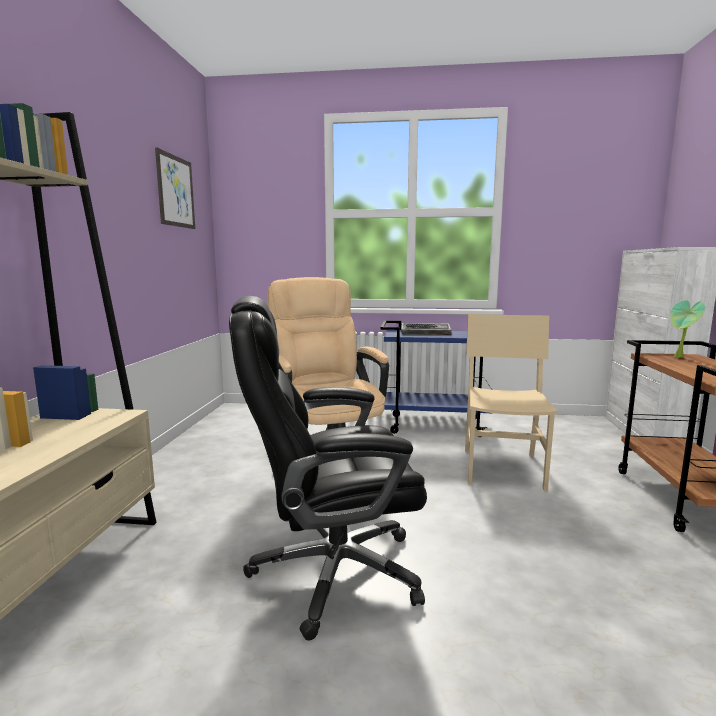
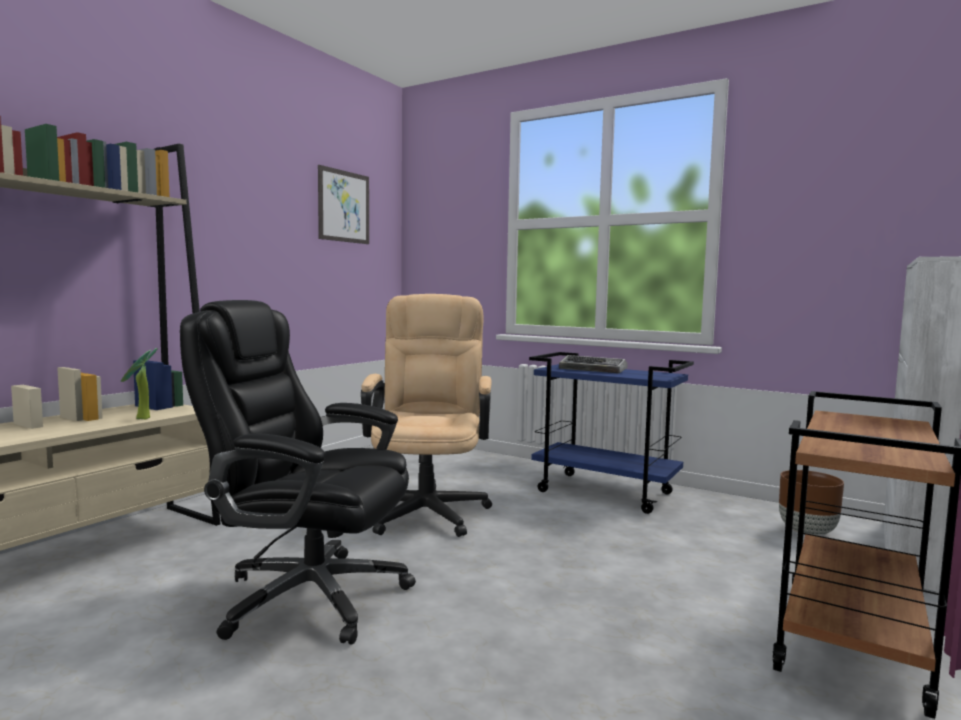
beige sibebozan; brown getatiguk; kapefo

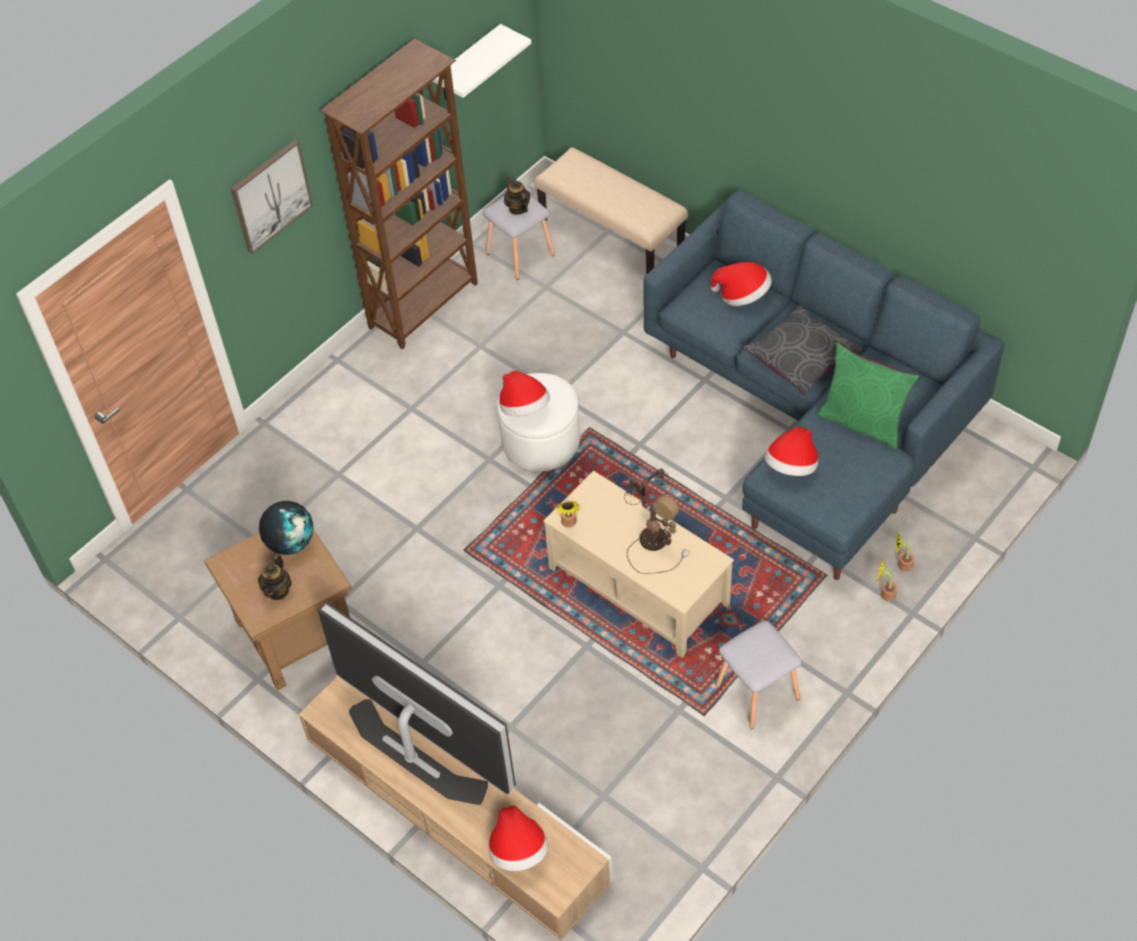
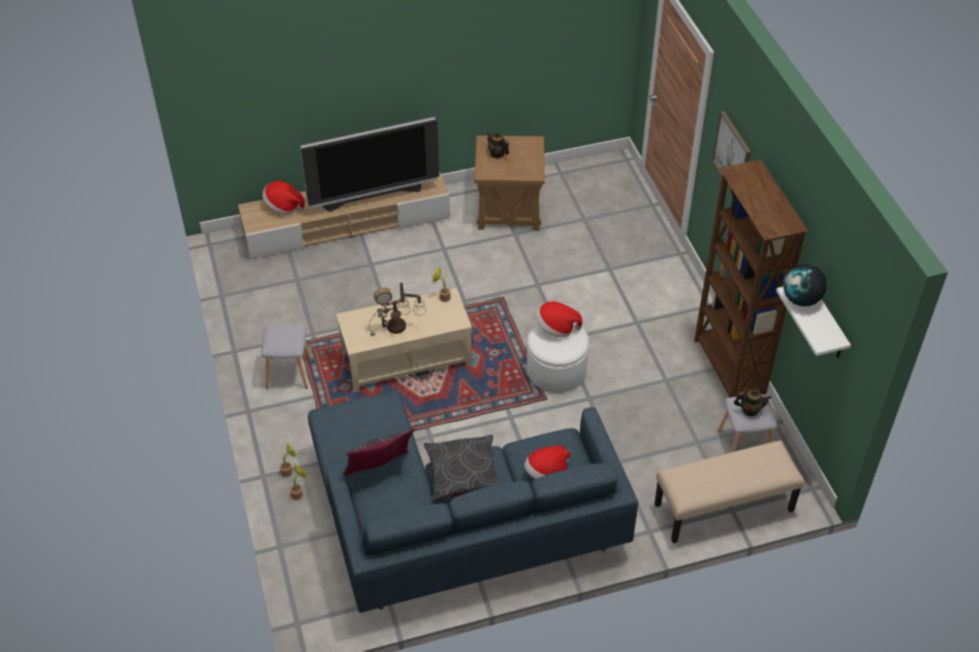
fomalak (4th from left in the first image); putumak; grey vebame (1st from left)

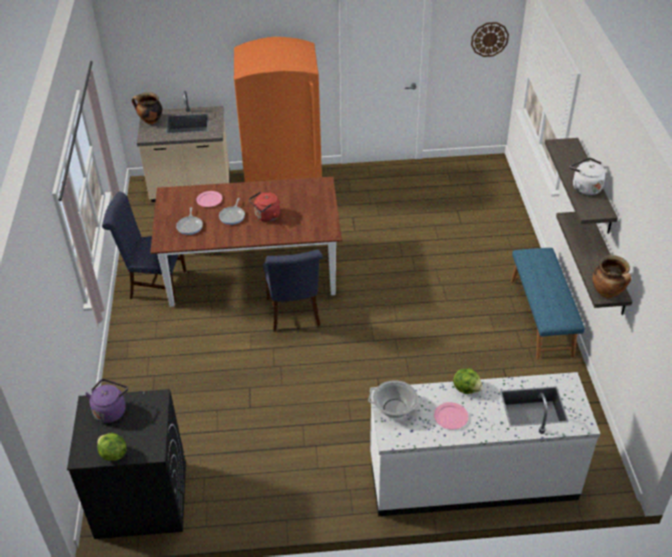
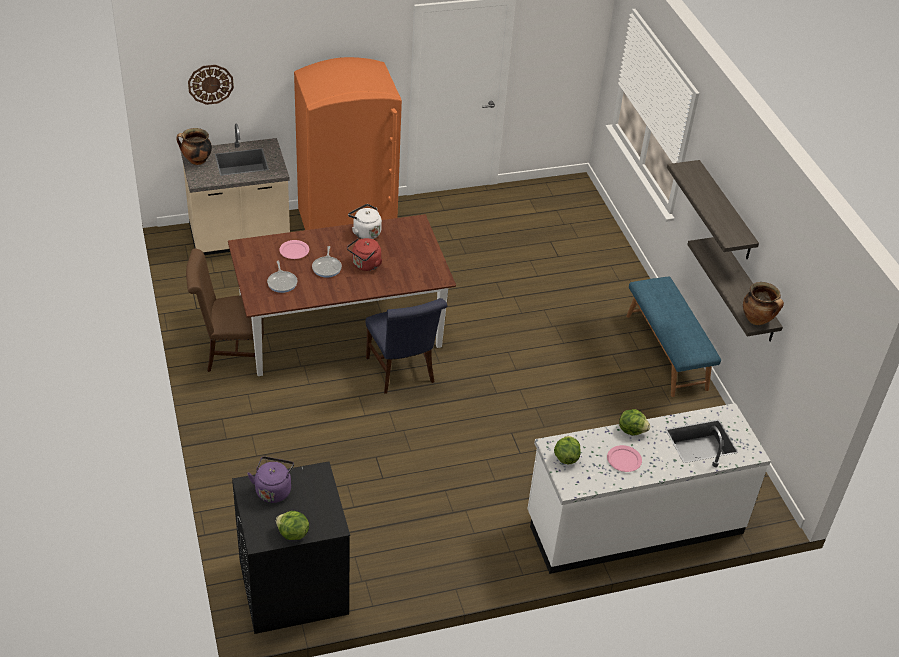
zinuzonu; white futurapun; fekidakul (2nd from left); brown sibebozan

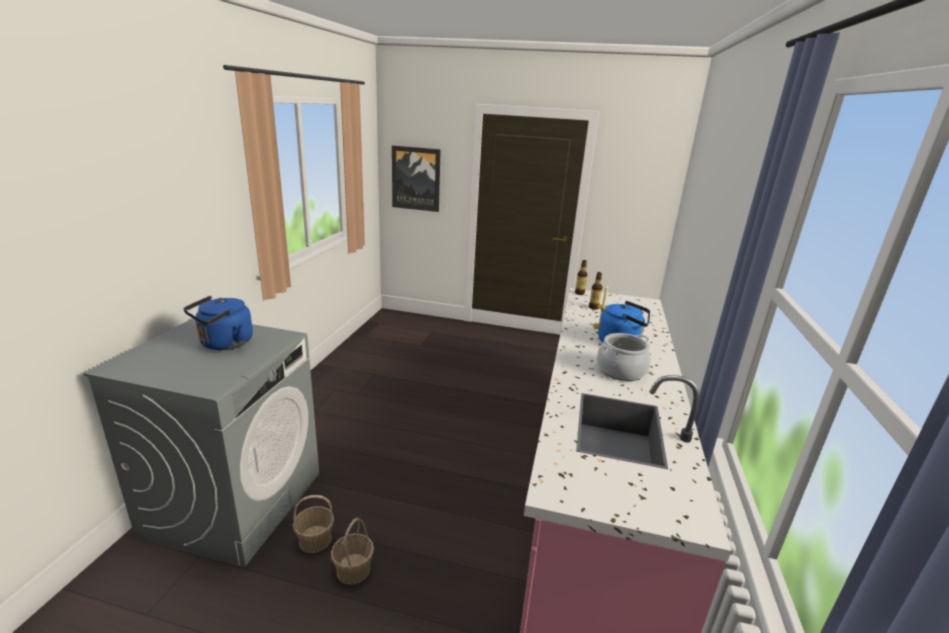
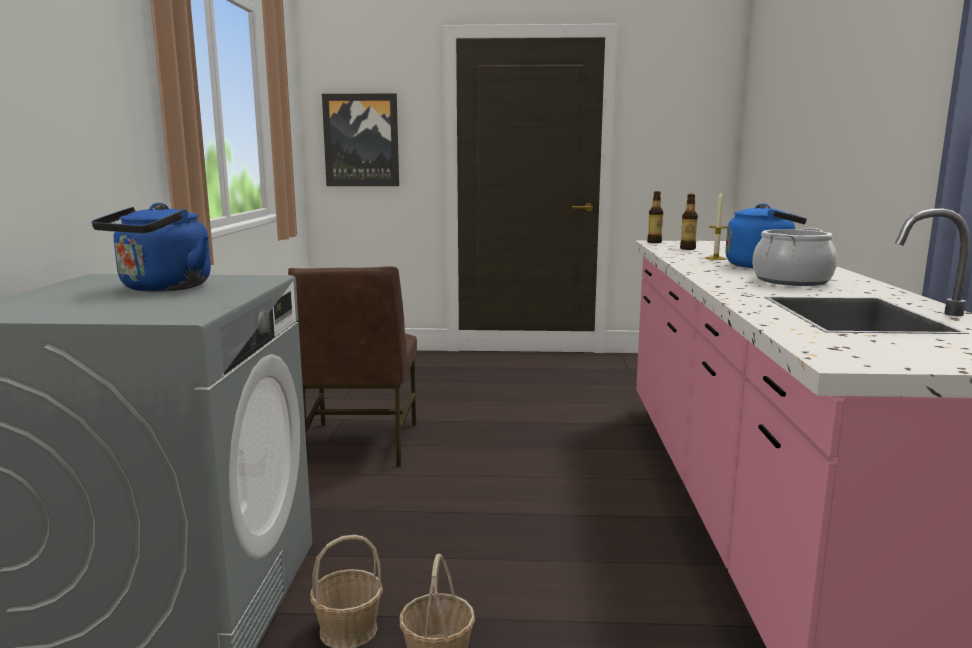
brown sibebozan

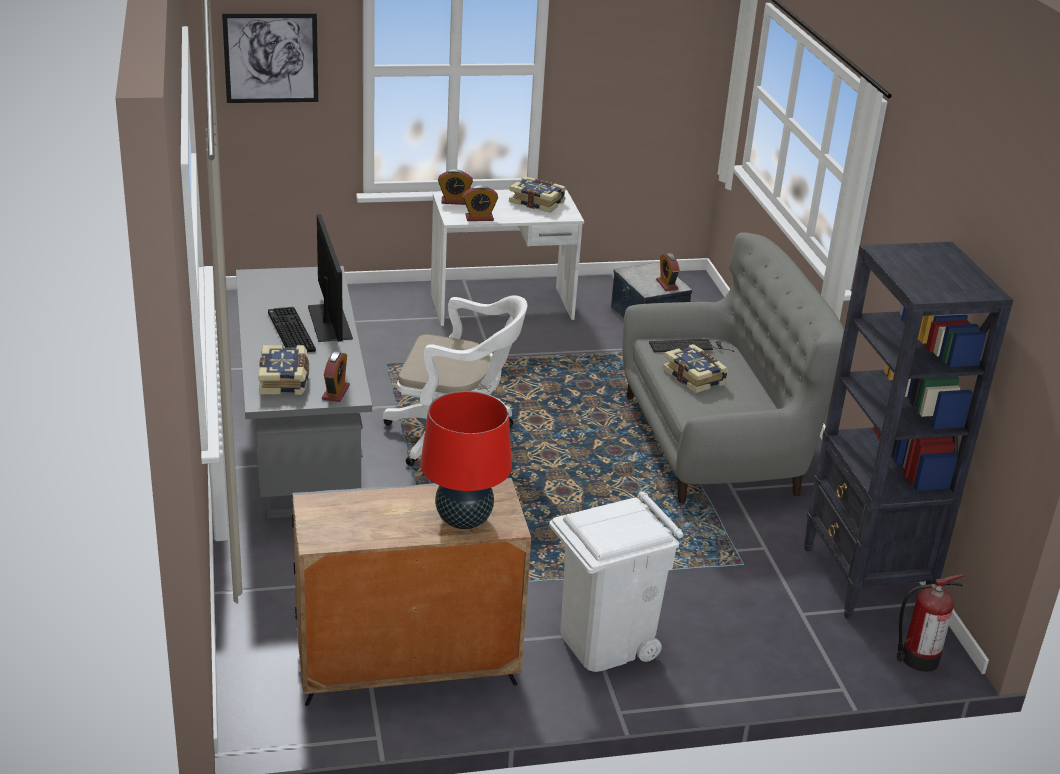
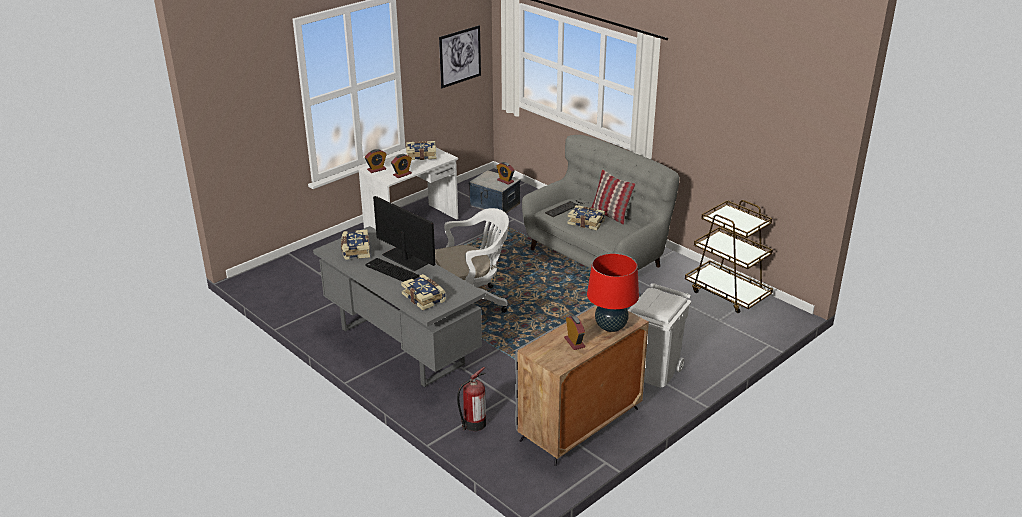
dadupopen (1st from left); vebame; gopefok; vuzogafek (4th from left); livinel; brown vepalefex

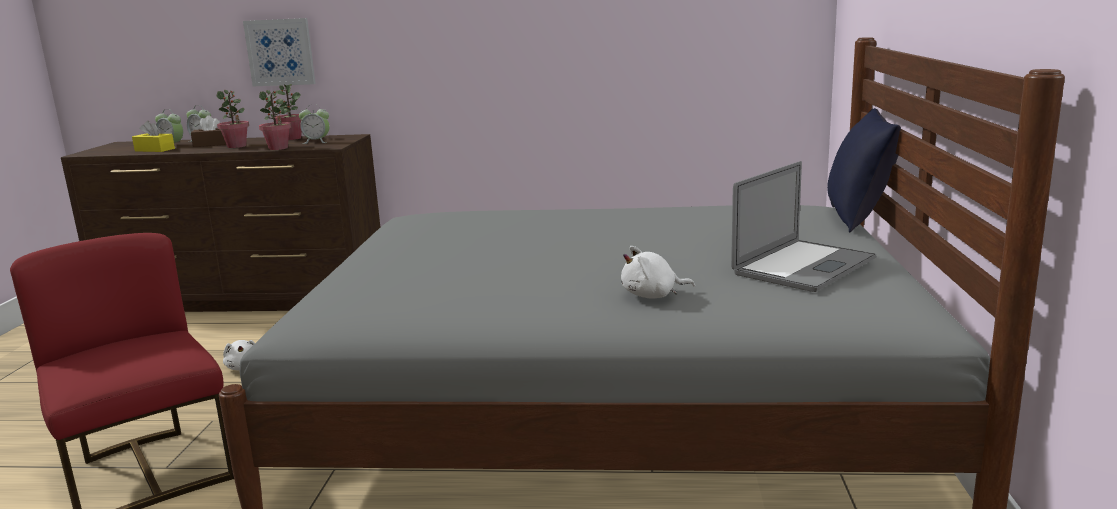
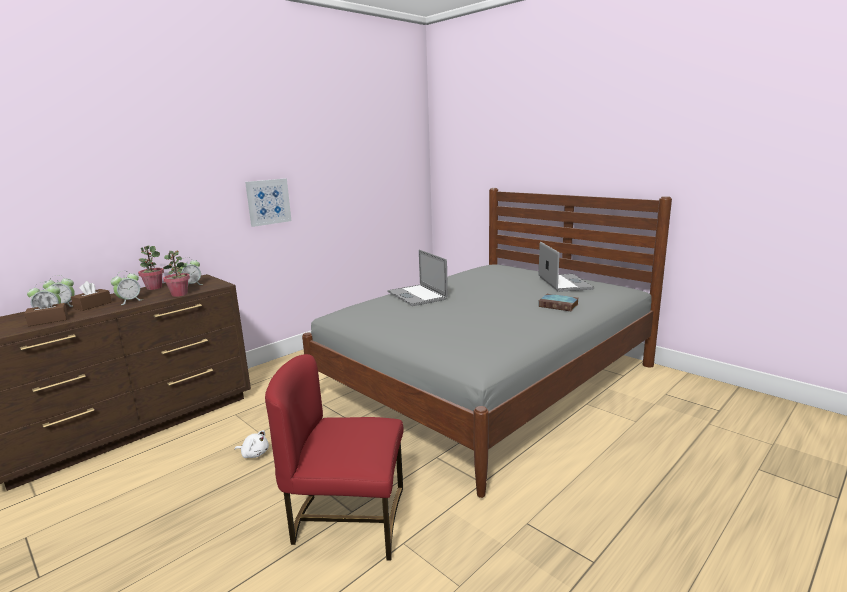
blue vebame; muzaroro (1st from left); gopefok; vuzogafek (3rd from left); dadupopen; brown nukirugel (1st from left)

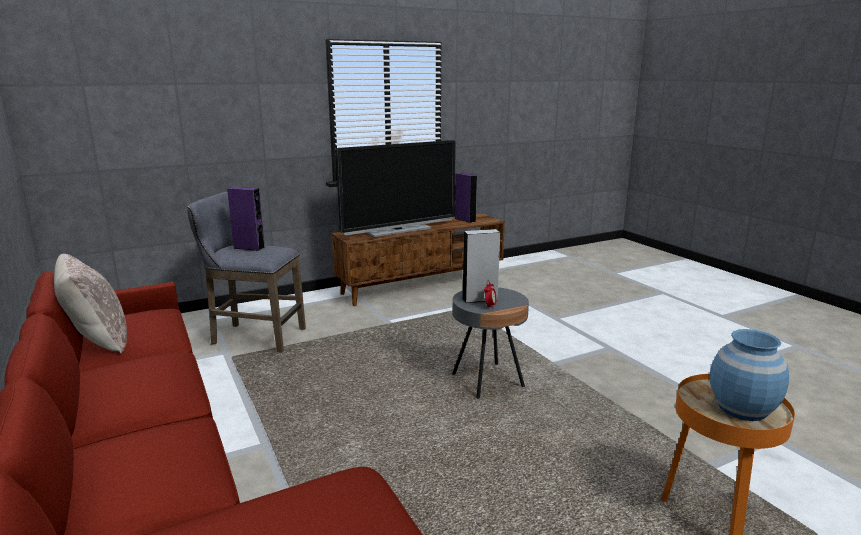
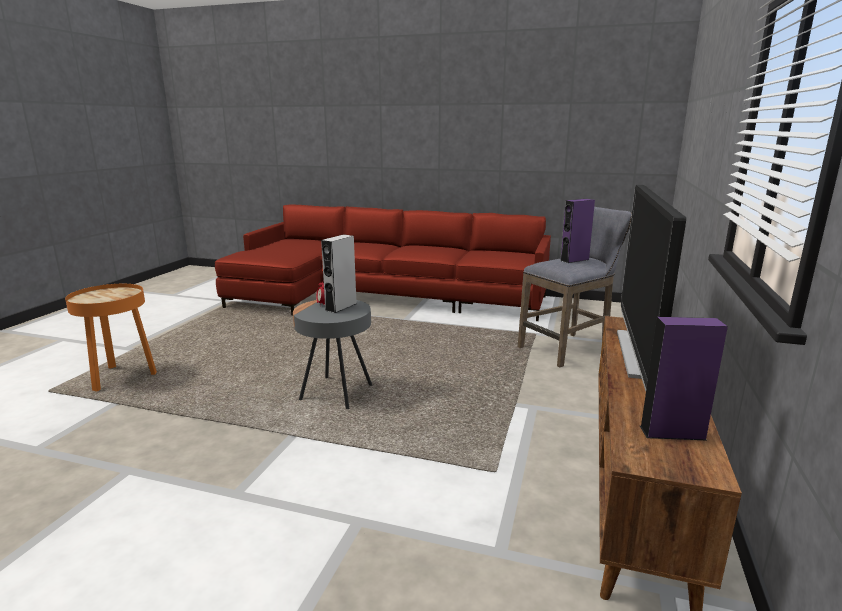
beige vebame; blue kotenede

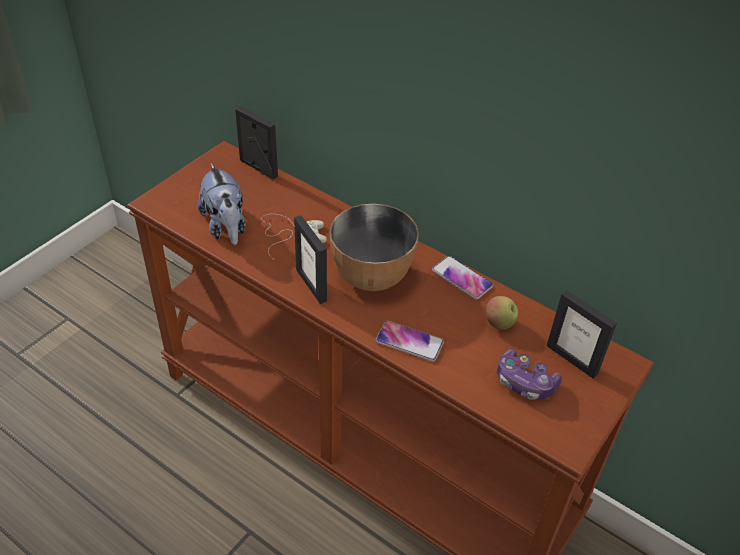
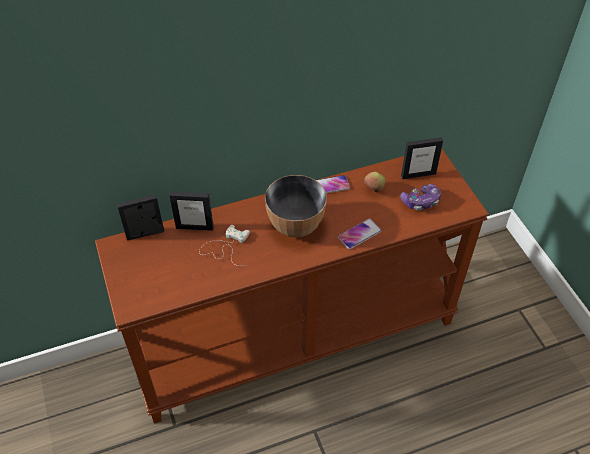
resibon; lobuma (2nd from left)

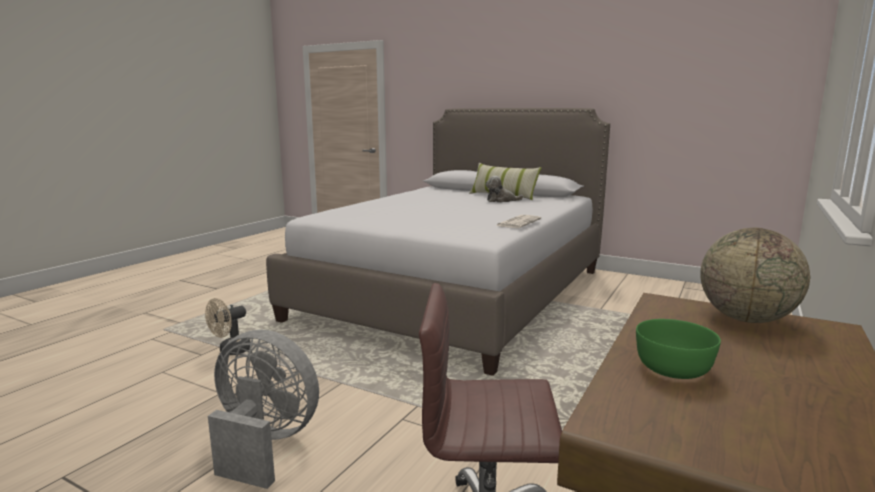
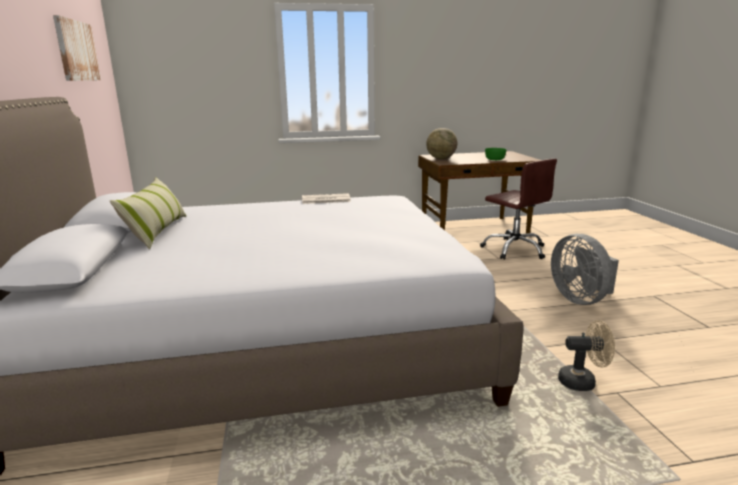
resibon; gopefok

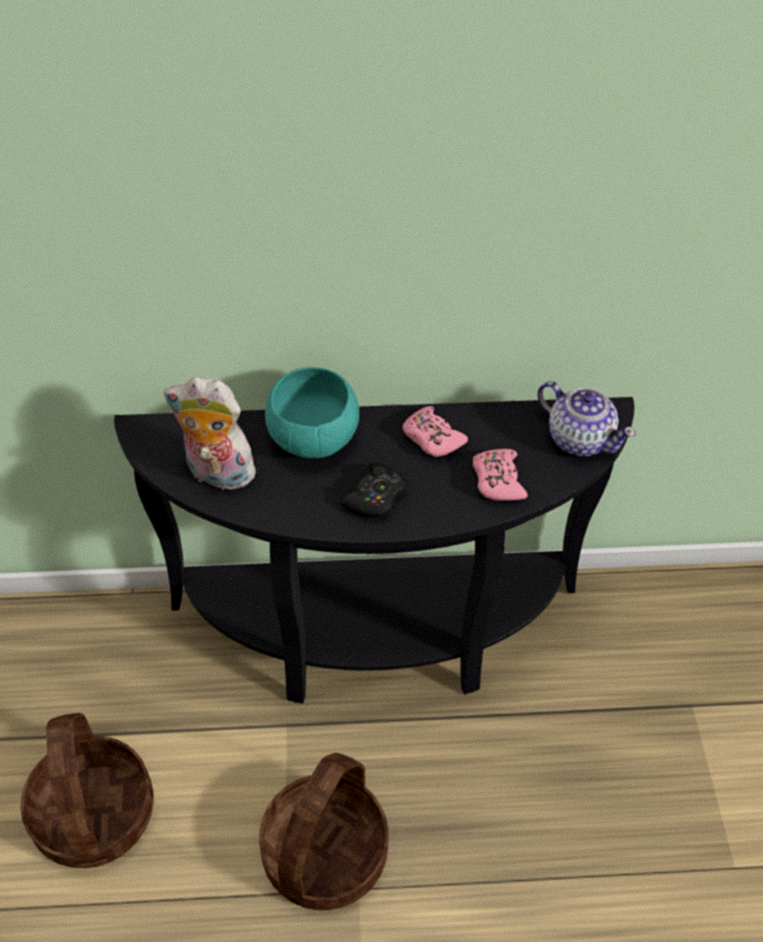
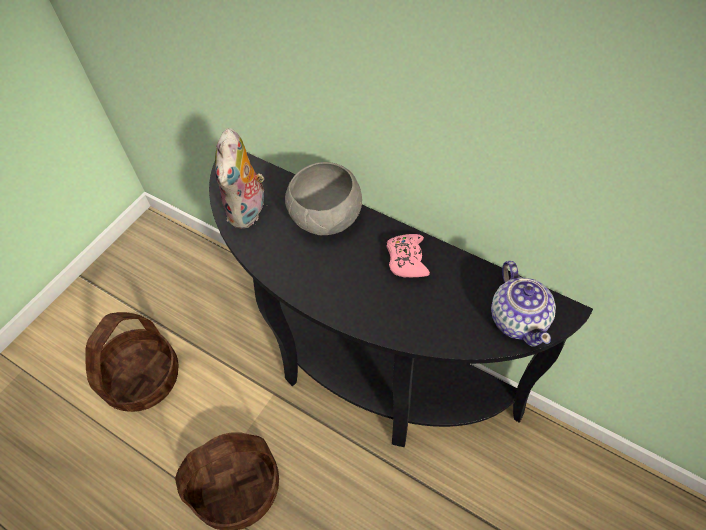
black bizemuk; pink bizemuk (2nd from left in the first image); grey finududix; resibon

